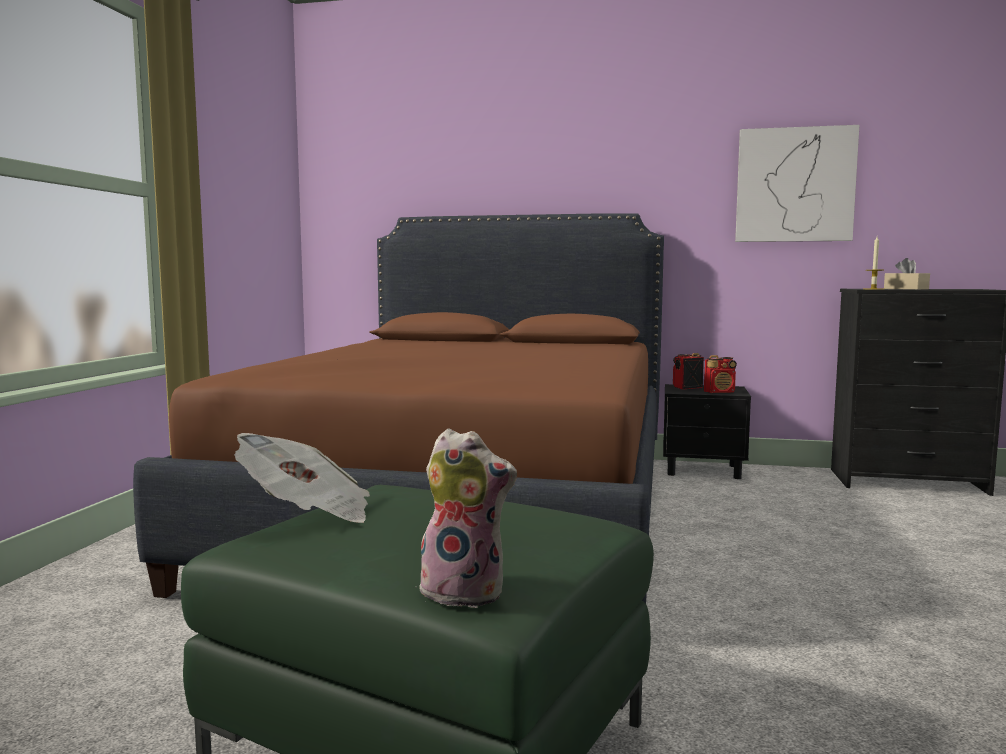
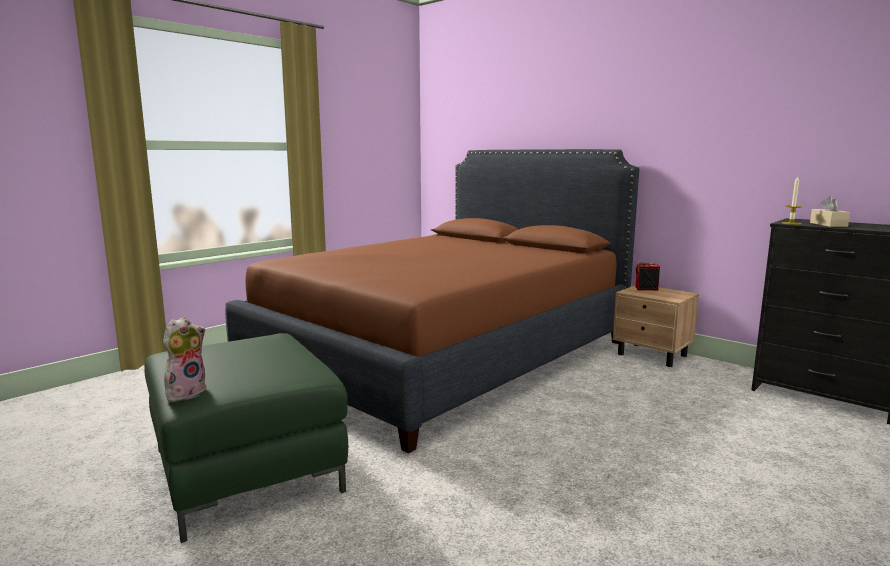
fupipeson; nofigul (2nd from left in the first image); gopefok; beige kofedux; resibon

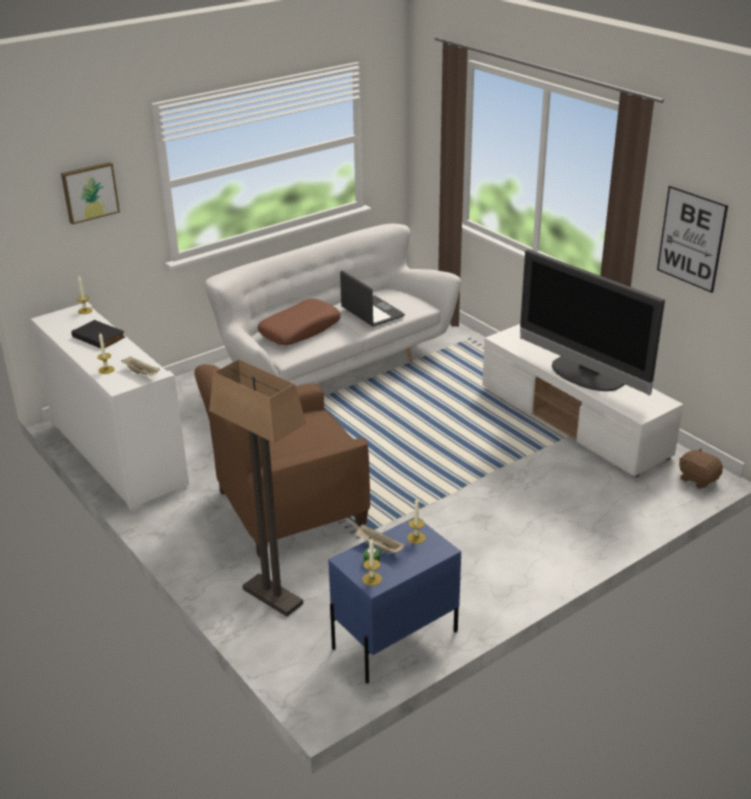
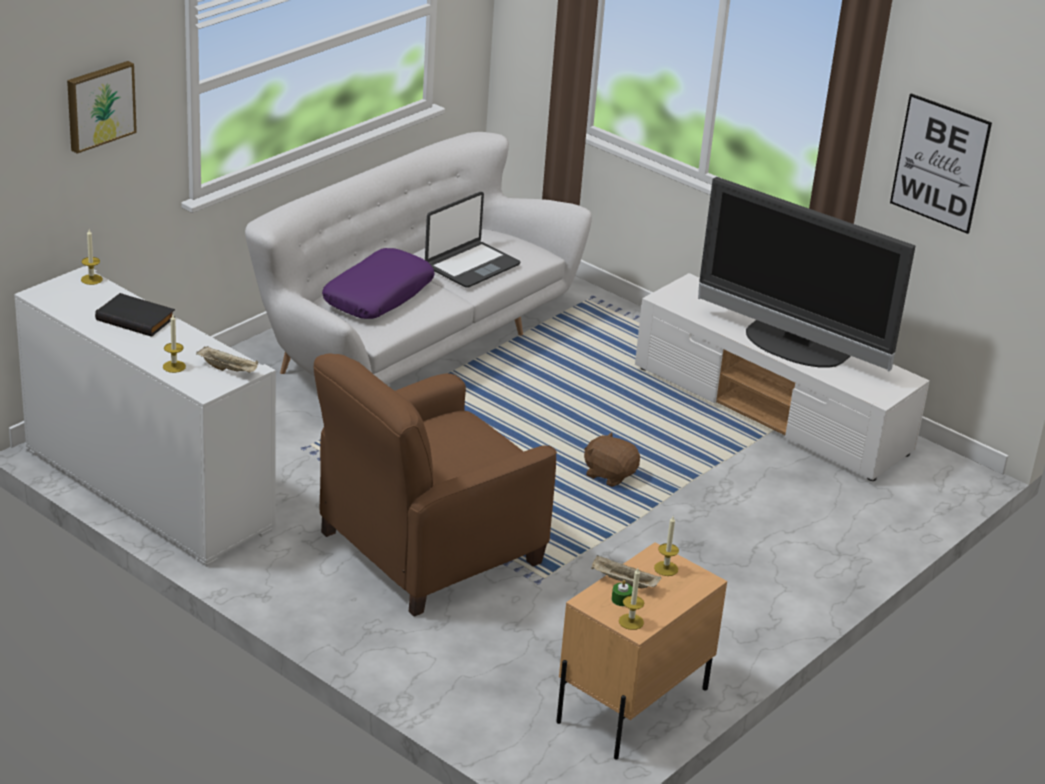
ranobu; brown resibon; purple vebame; beige kofedux; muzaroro

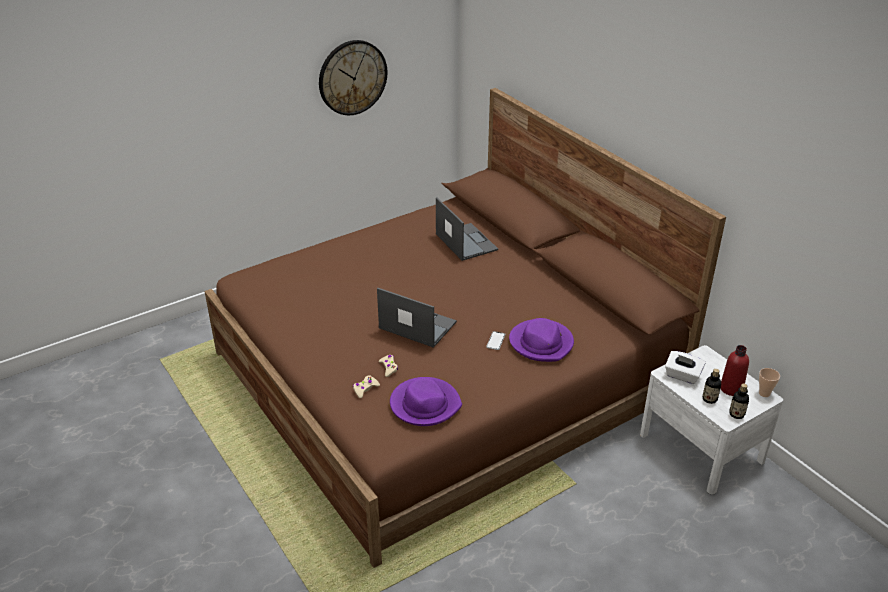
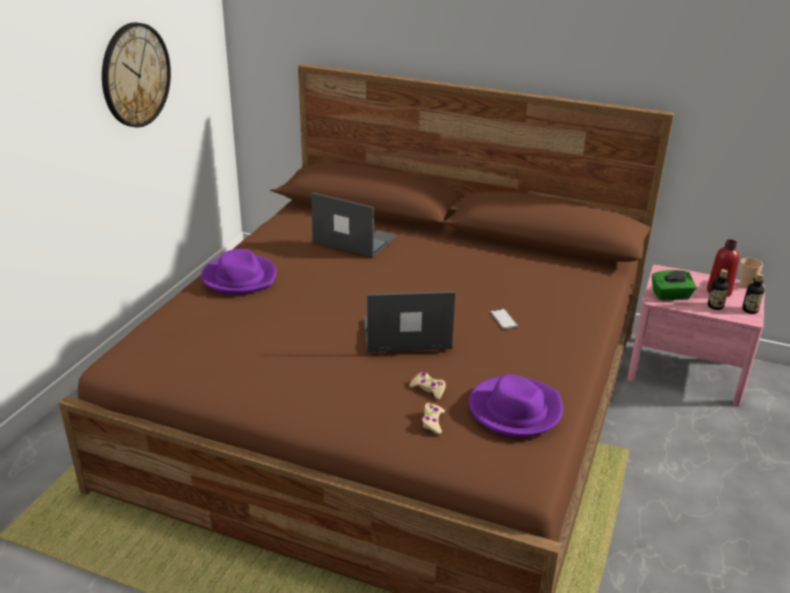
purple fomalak (1st from left); pink kofedux; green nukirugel

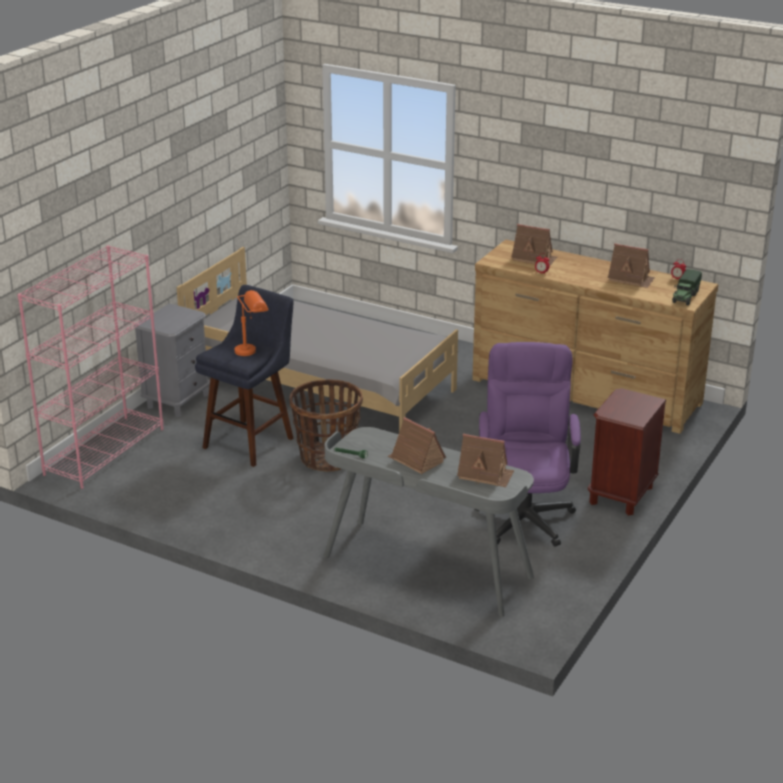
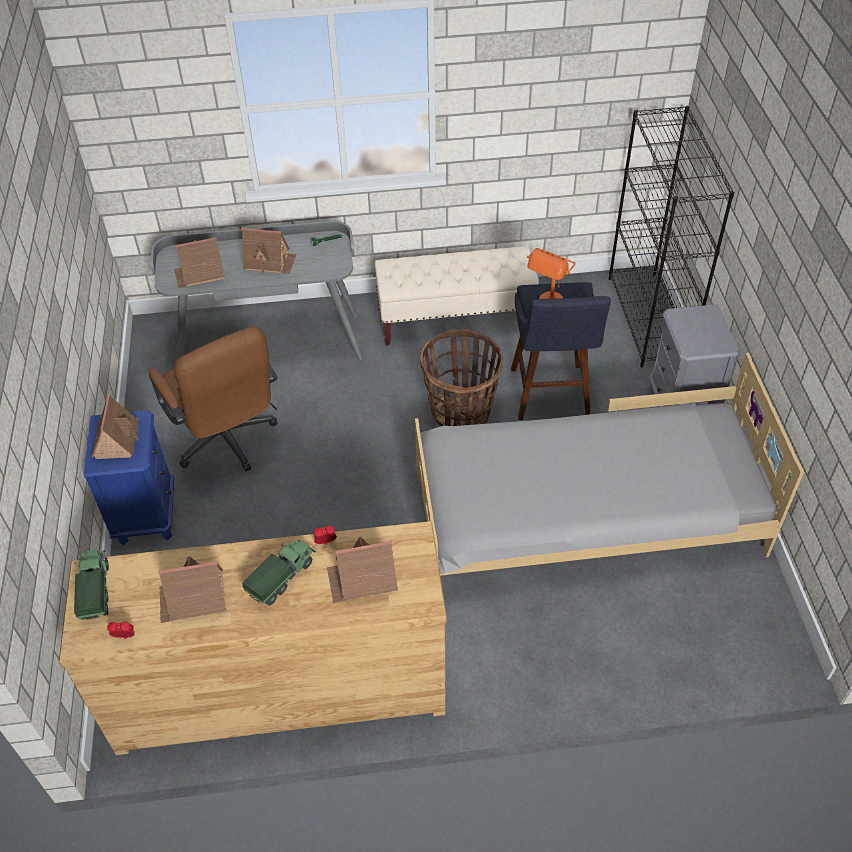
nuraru (1st from left); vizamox (2nd from left); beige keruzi; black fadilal; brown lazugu; blue kofedux

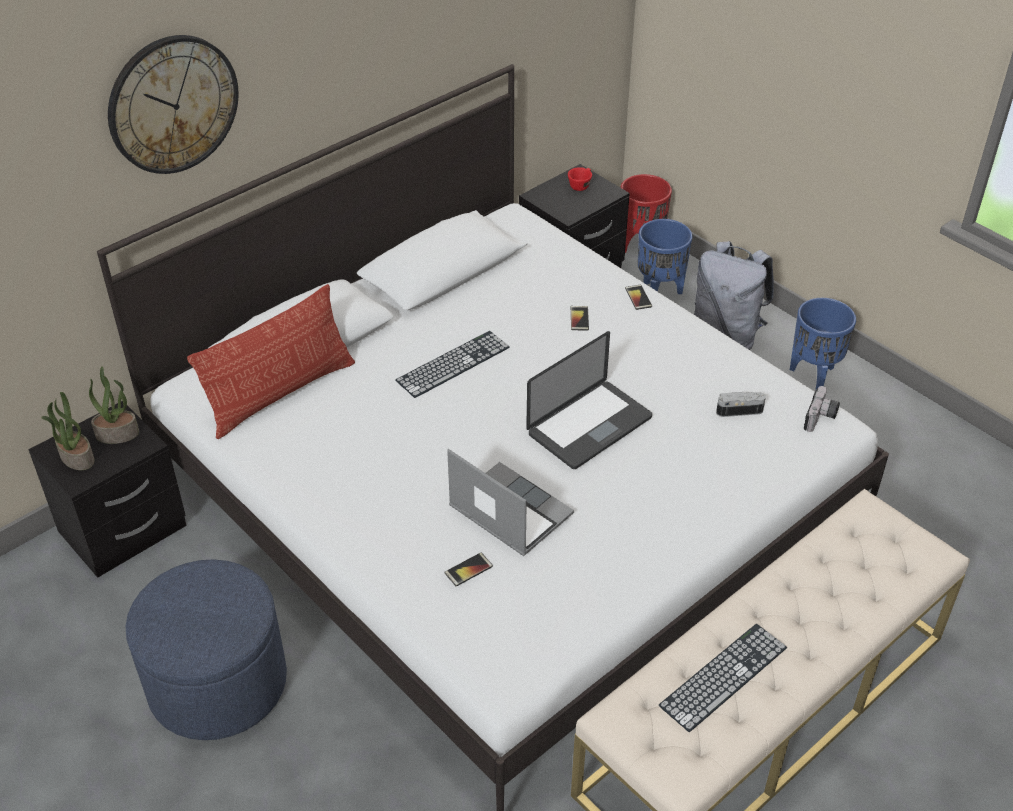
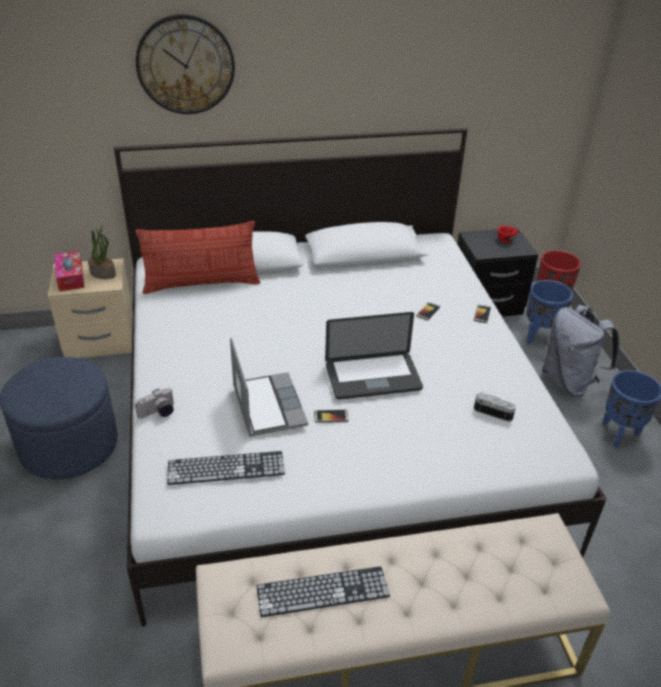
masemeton (1st from left); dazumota (1st from left); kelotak (1st from left); nukirugel; beige kofedux

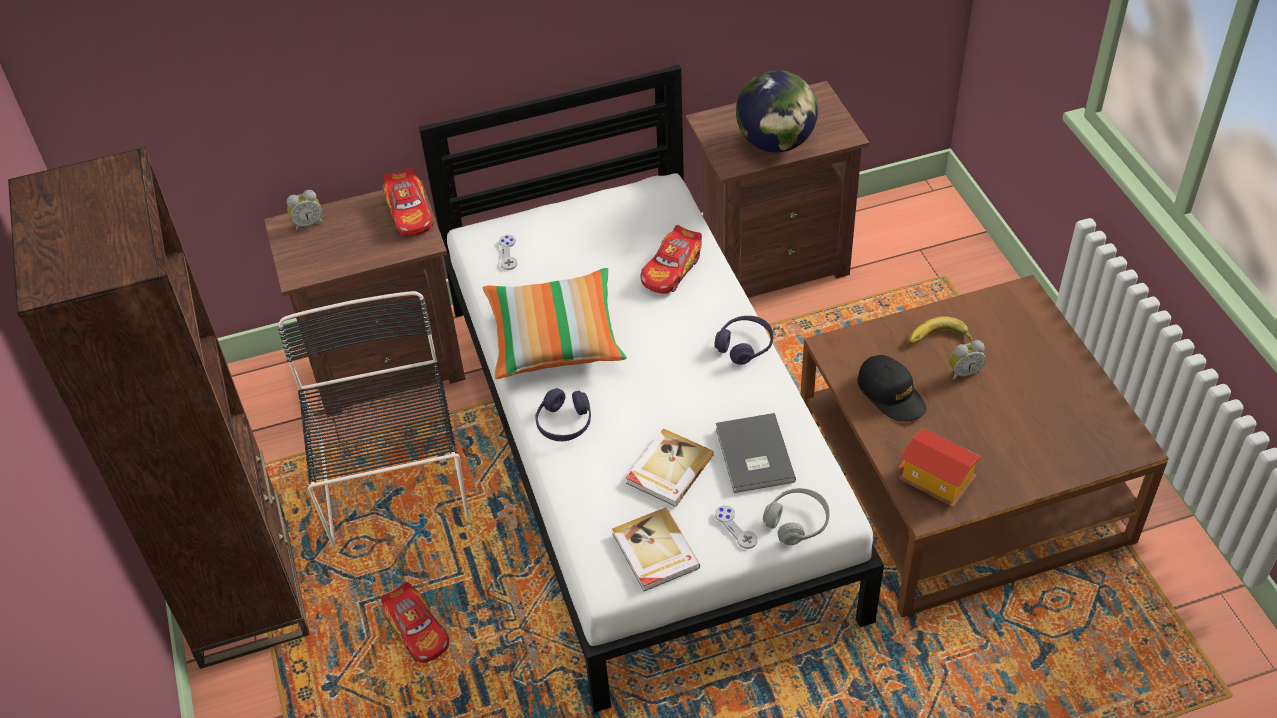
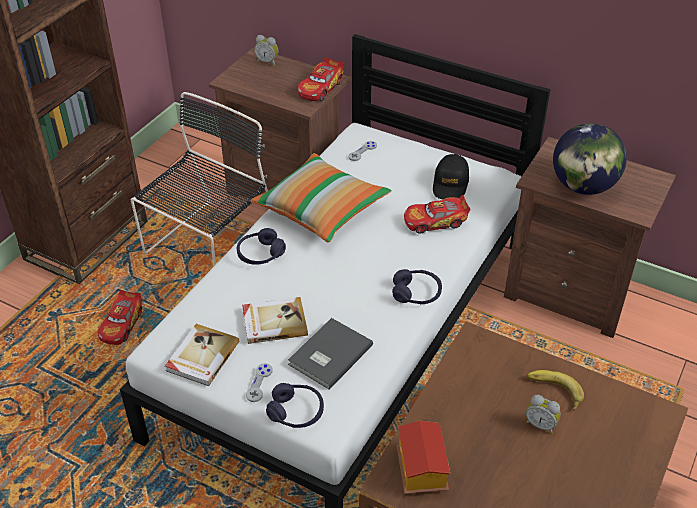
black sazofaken; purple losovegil (2nd from left)

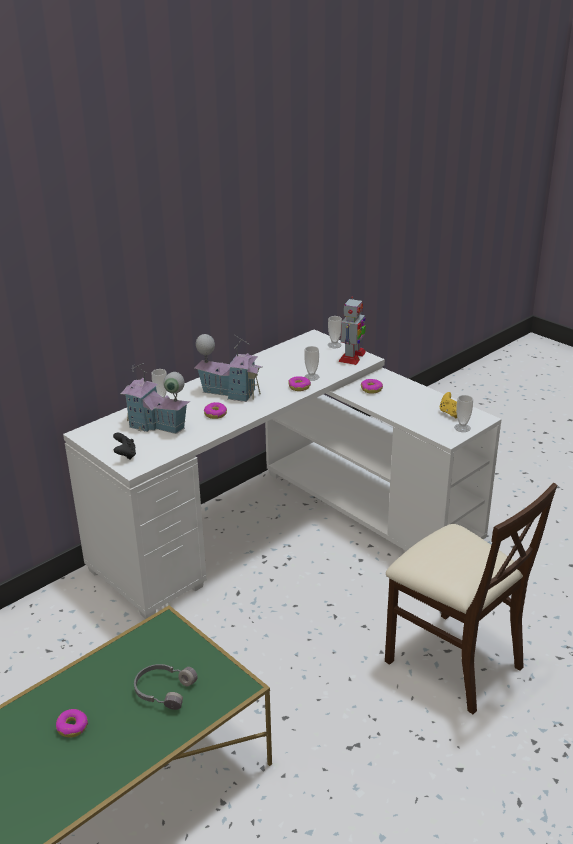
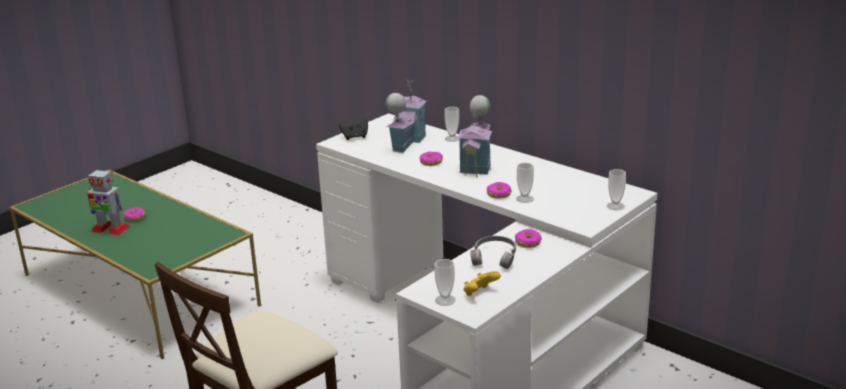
grey losovegil; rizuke

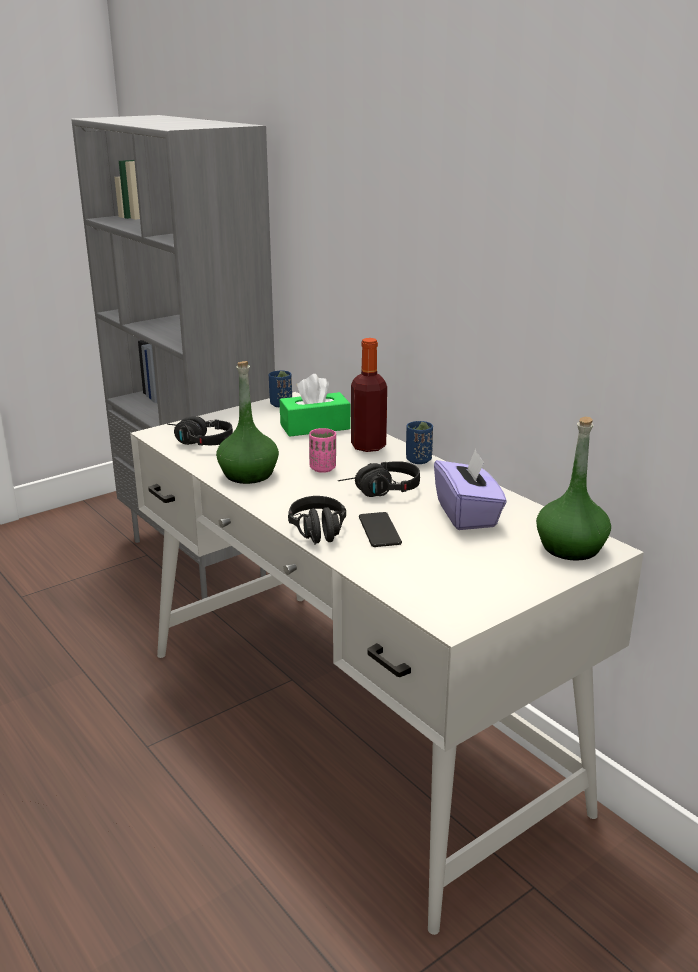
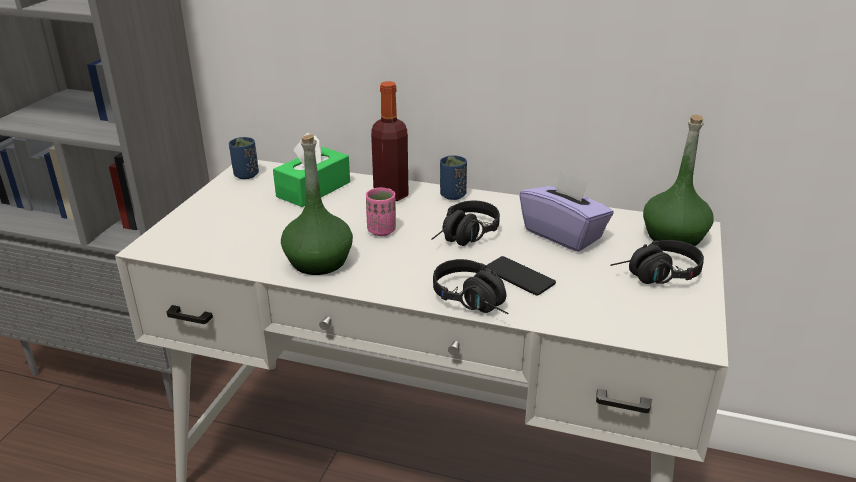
black losovegil (3rd from left)

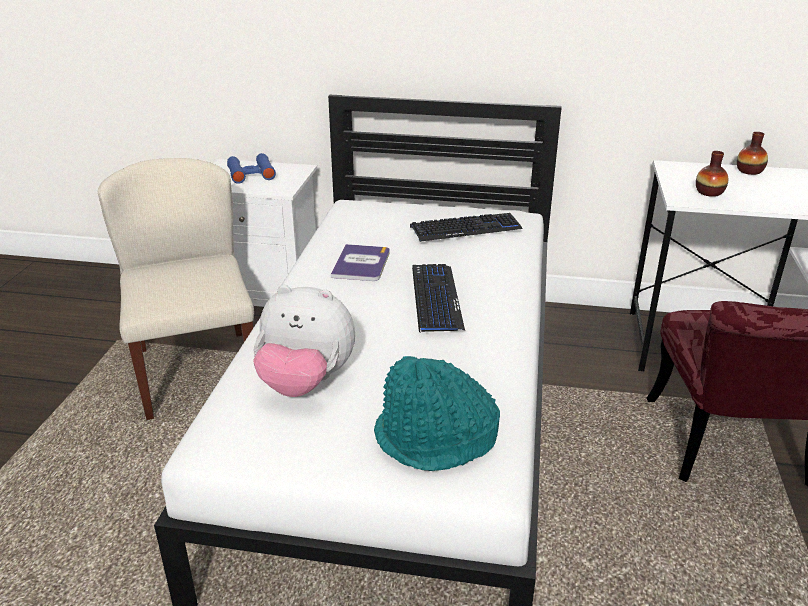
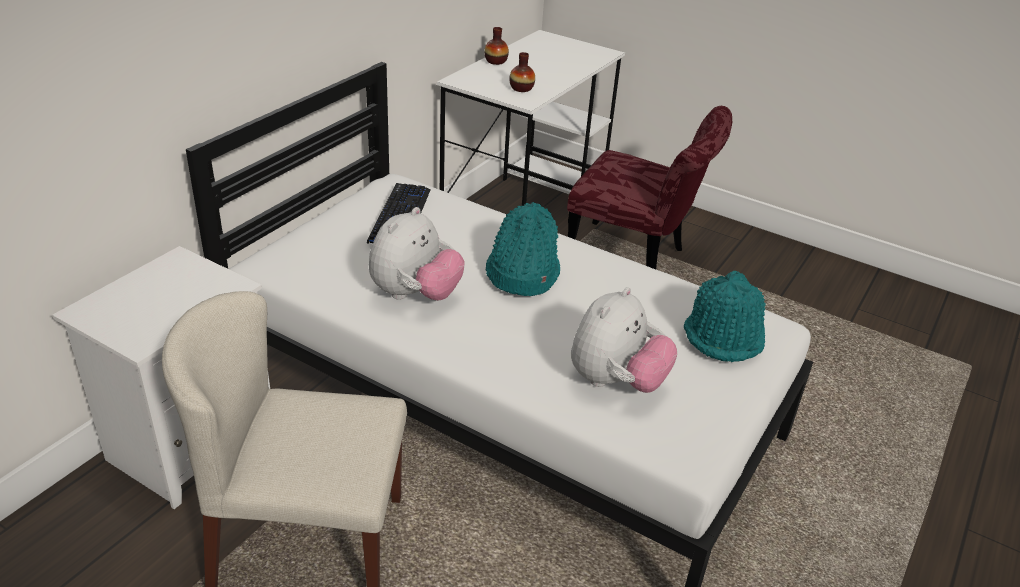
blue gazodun; resibon (1st from left); turquoise fomalak (1st from left)

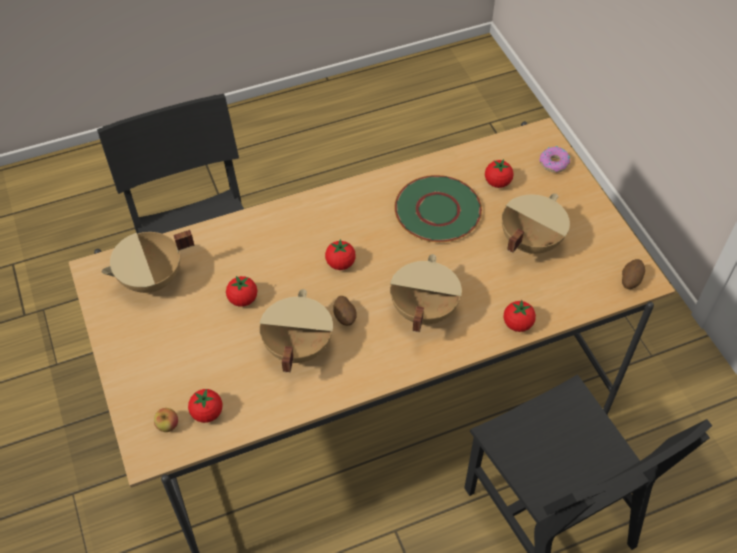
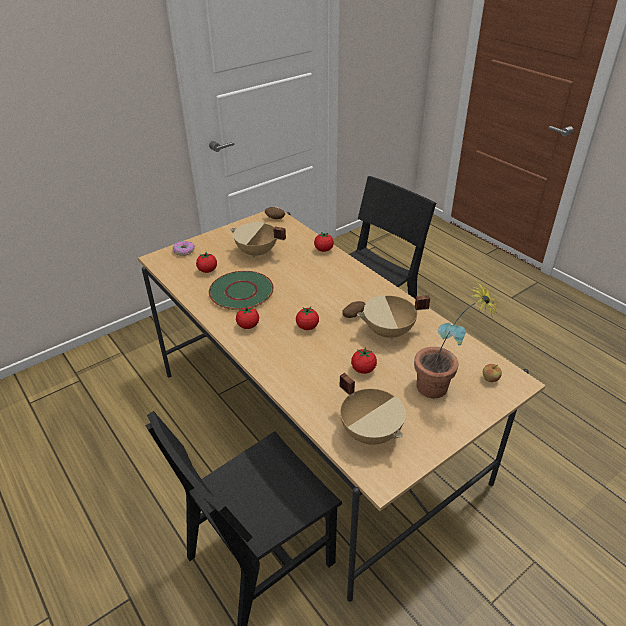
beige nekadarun (3rd from left in the first image); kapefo; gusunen (2nd from left)

